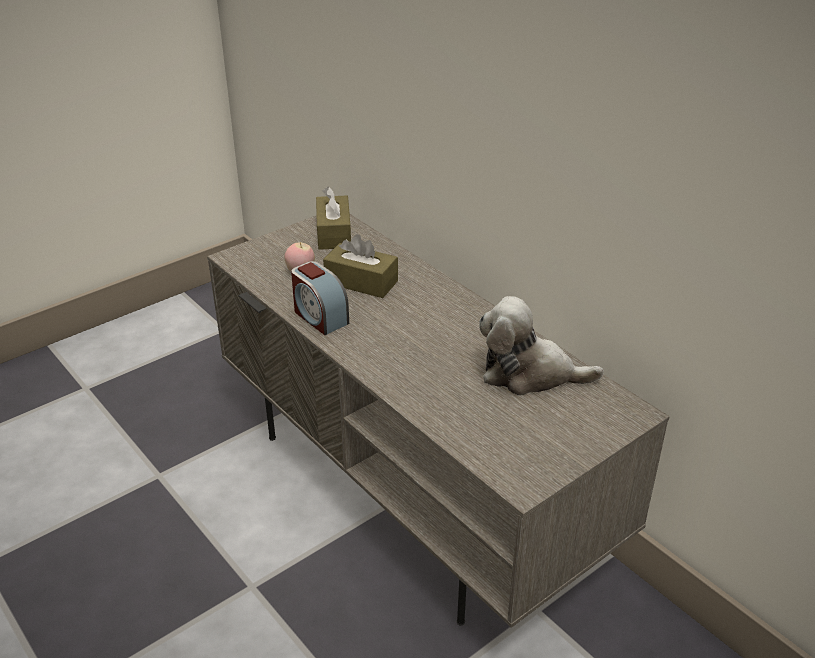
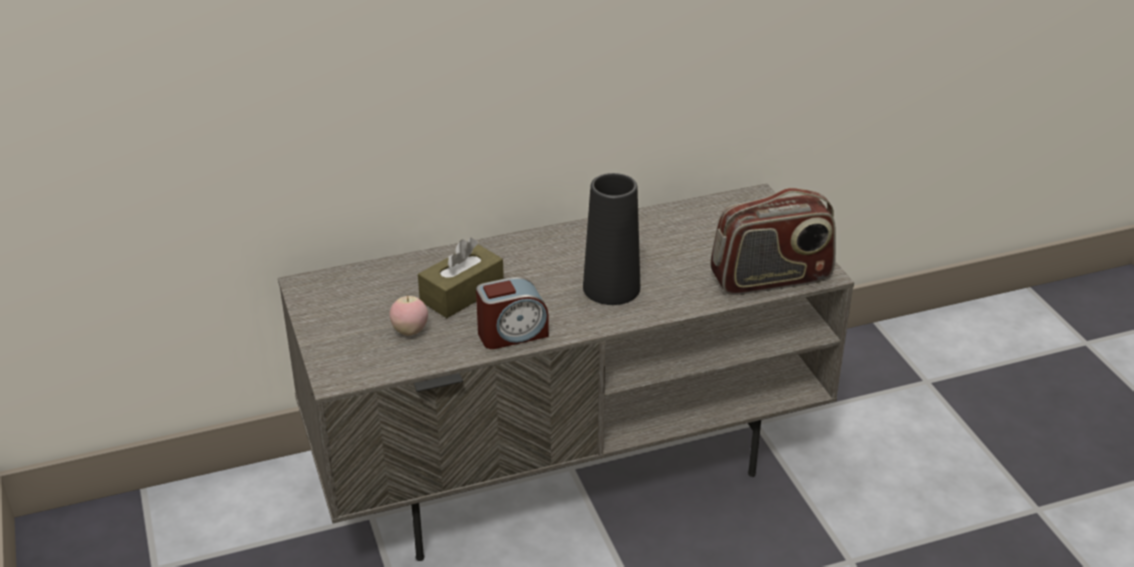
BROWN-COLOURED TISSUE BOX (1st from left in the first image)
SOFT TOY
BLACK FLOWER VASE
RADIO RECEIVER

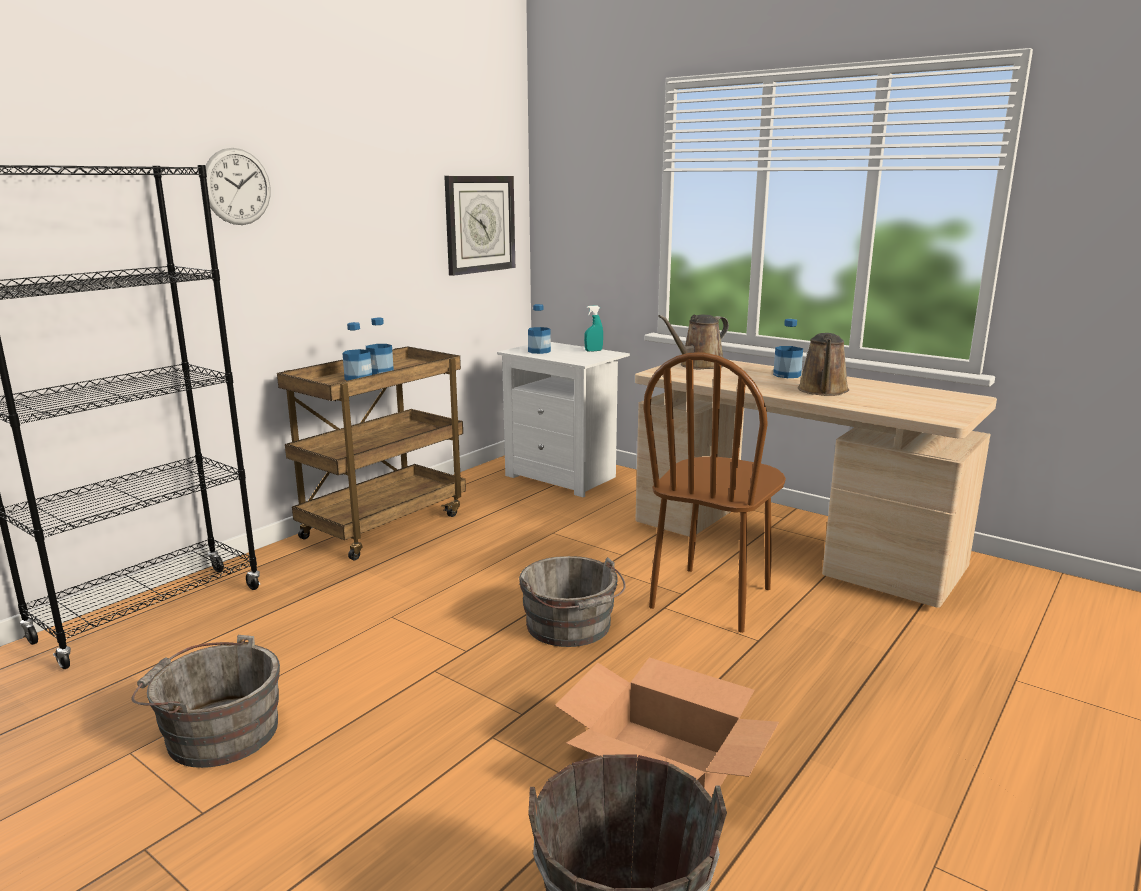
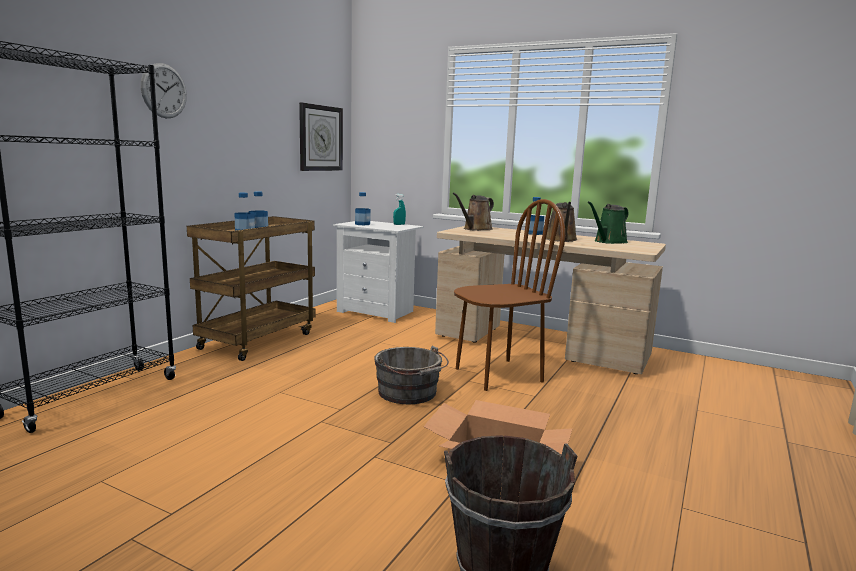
BROWN-COLOURED UPRIGHT CHAIR
GRAY WATER BUCKET (1st from left in the first image)
GREEN-COLOURED WATERING CAN

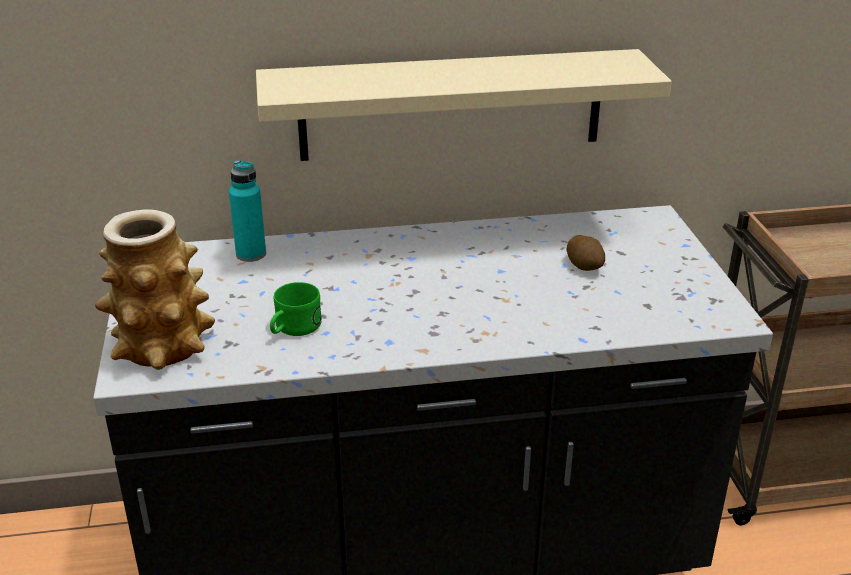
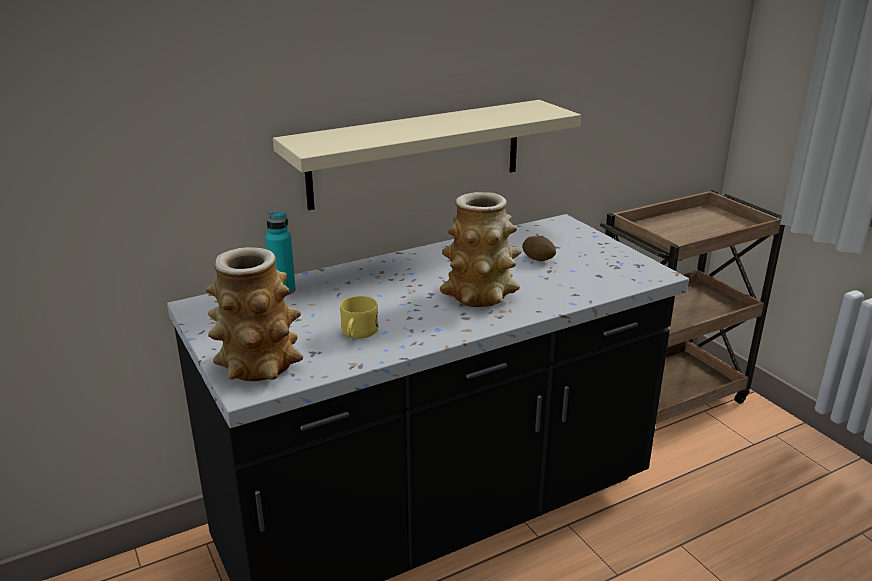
YELLOW-COLOURED MUG
FLOWER VASE (2nd from left)

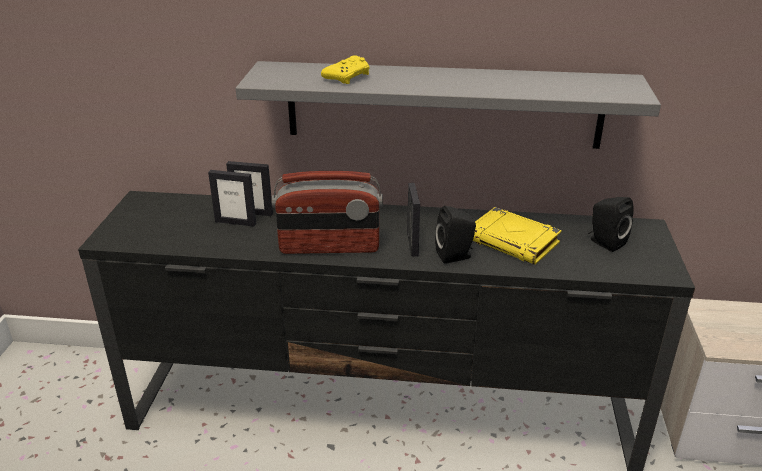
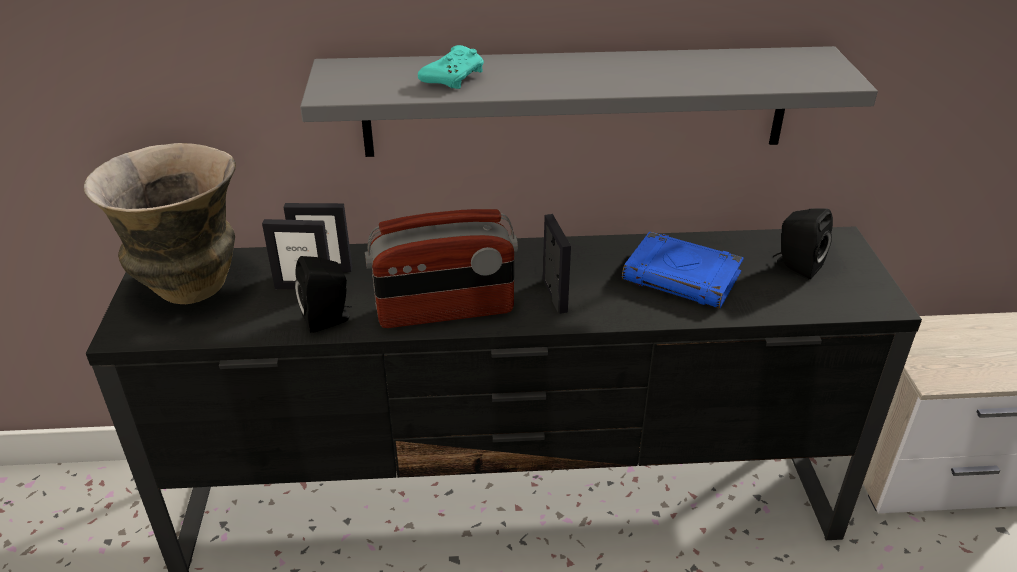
TURQUOISE-COLOURED JOYPAD
BLACK AUDIO SPEAKER (1st from left)
BLUE VOLUME
FLOWER VASE

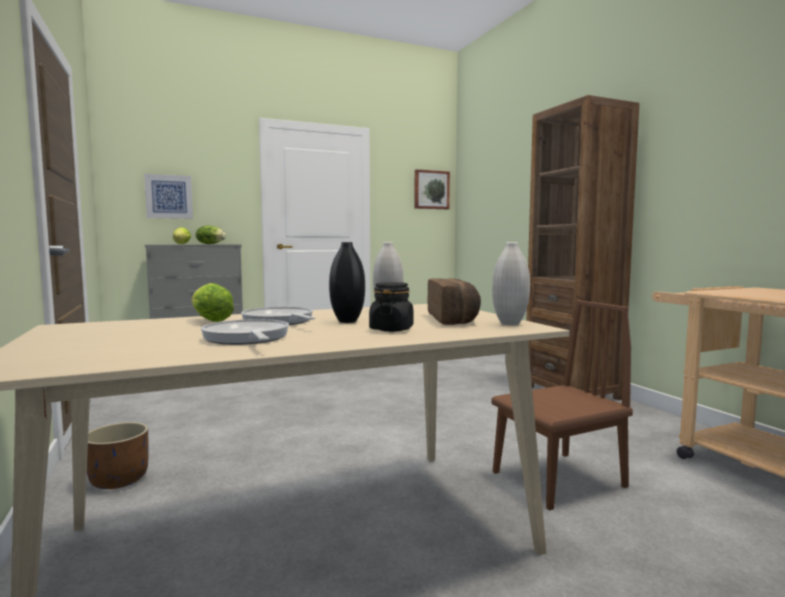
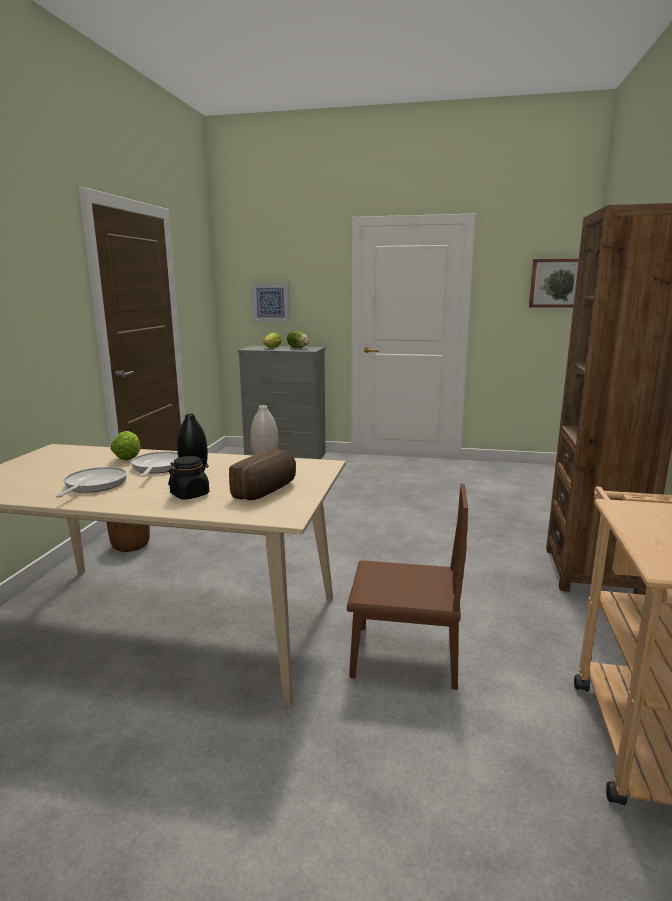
WHITE-COLOURED FLOWER VASE (2nd from left in the first image)

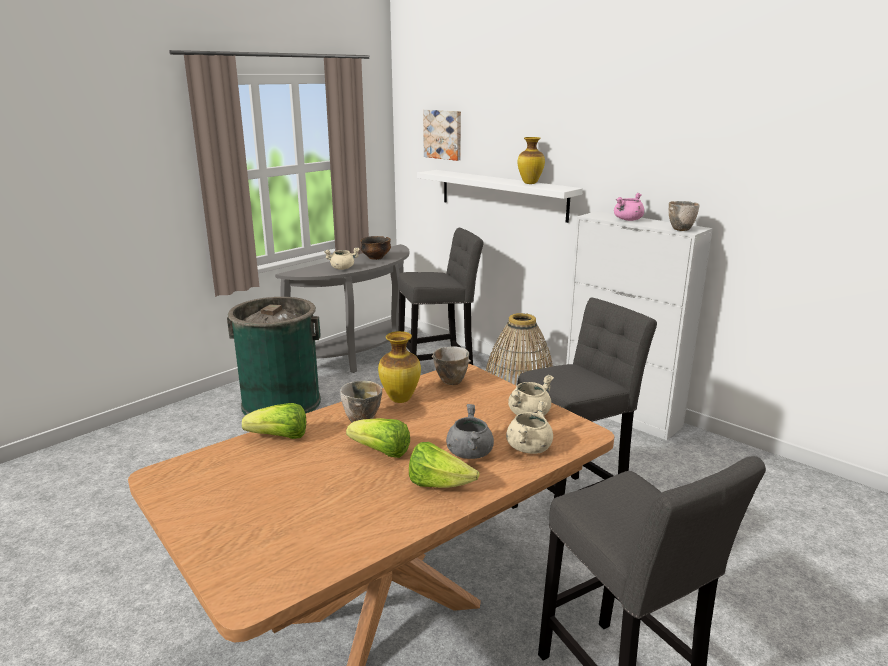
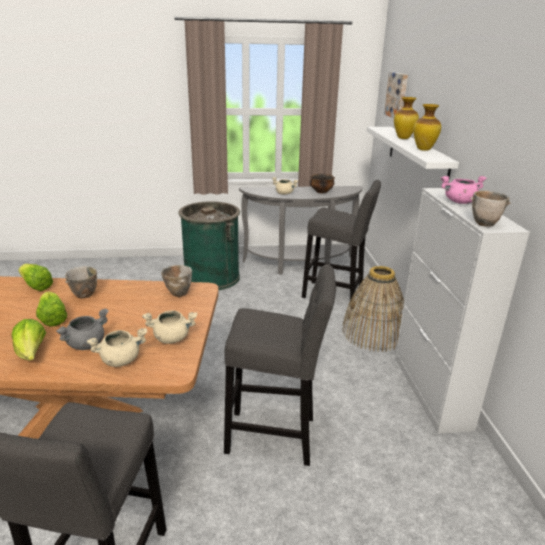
FLOWER VASE (1st from left)

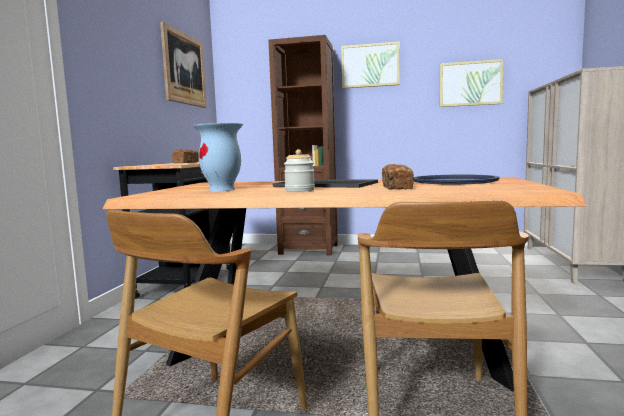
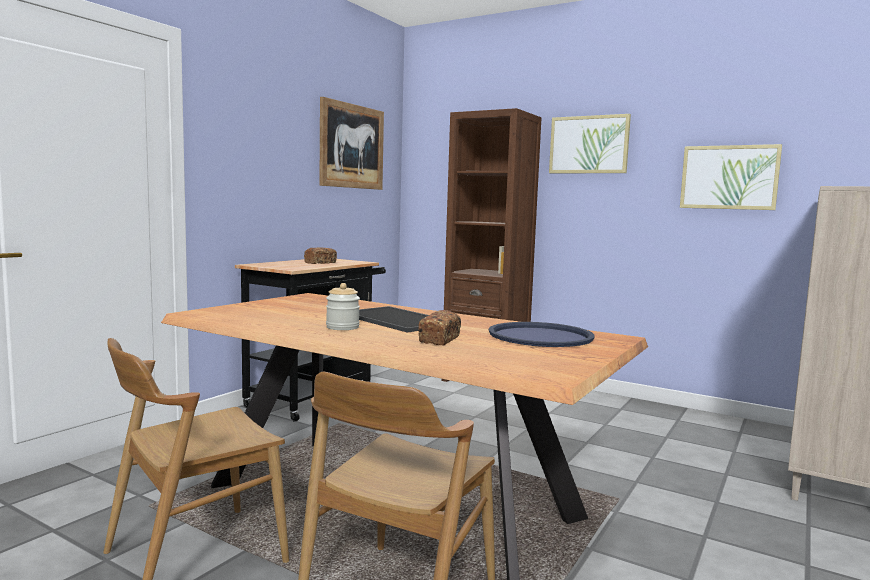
FLOWER VASE

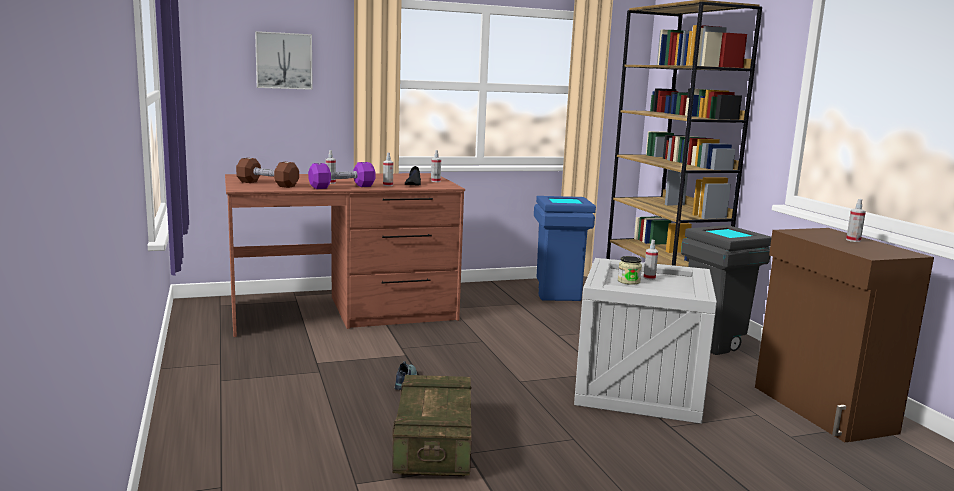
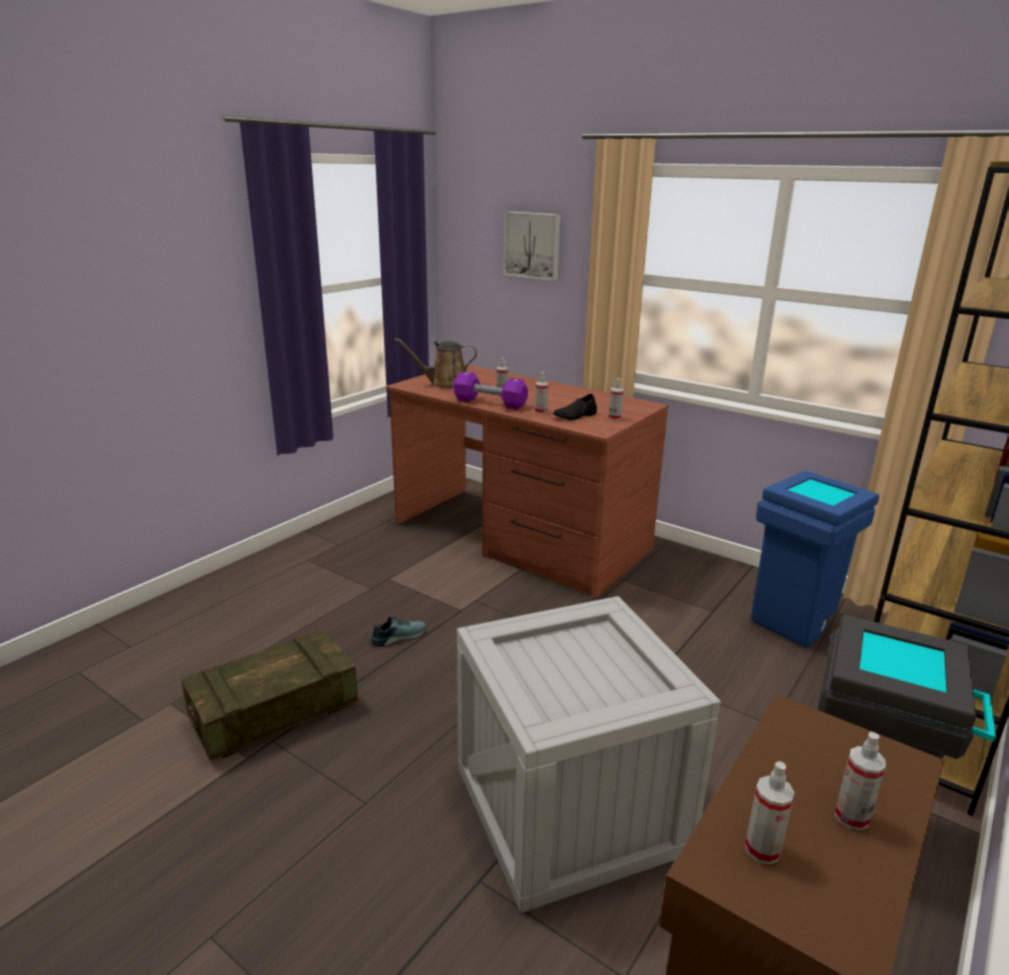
BROWN-COLOURED WATERING CAN
HAND SPRAYER (4th from left)
JAR

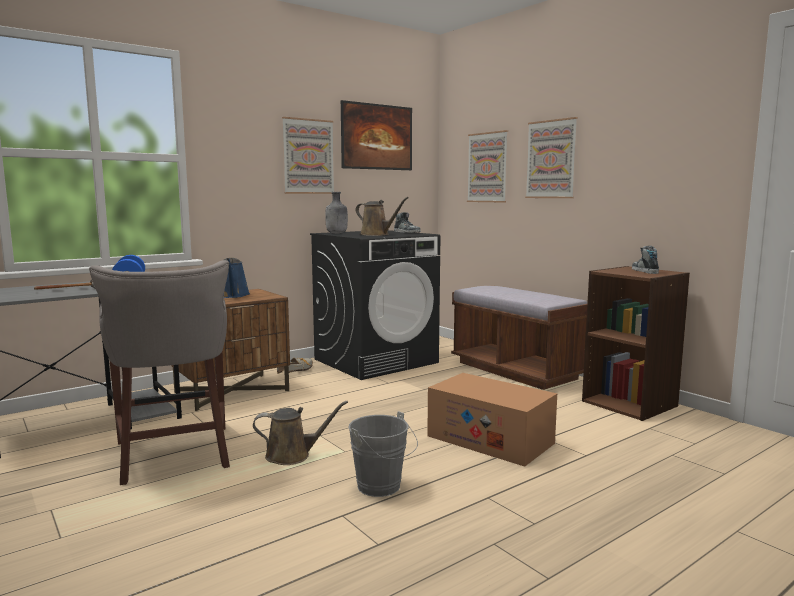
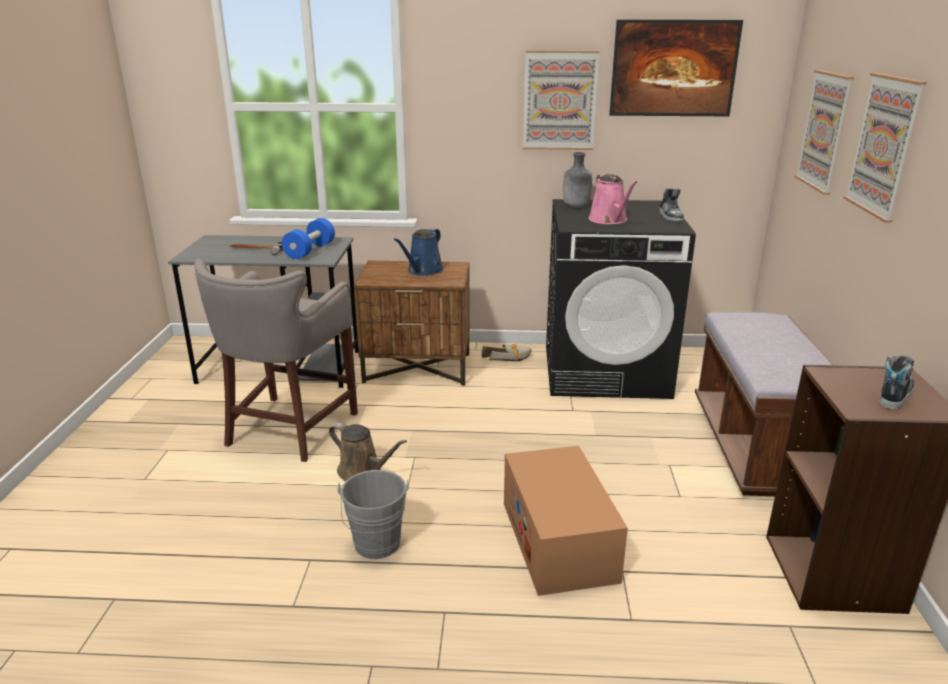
PINK WATERING CAN

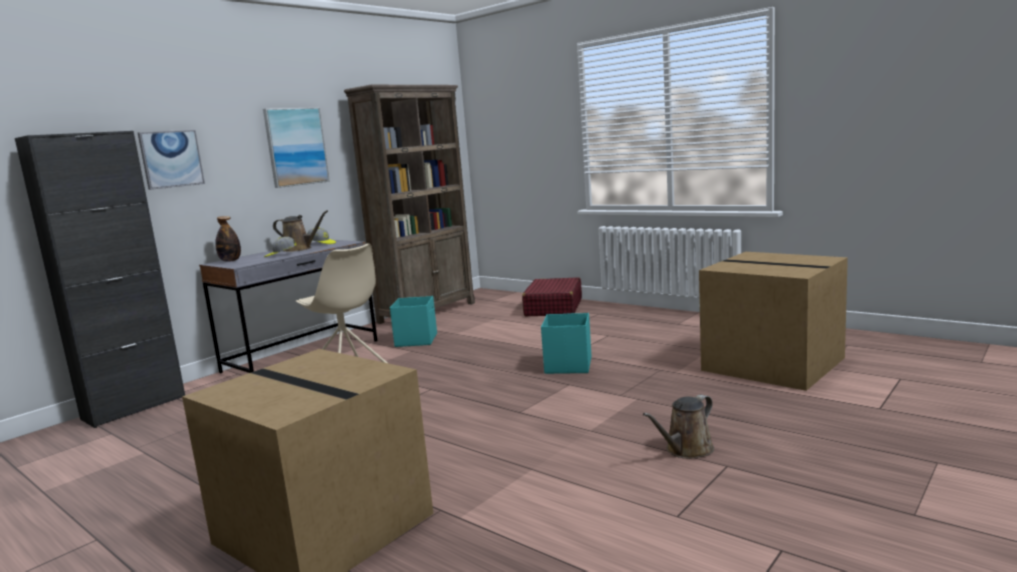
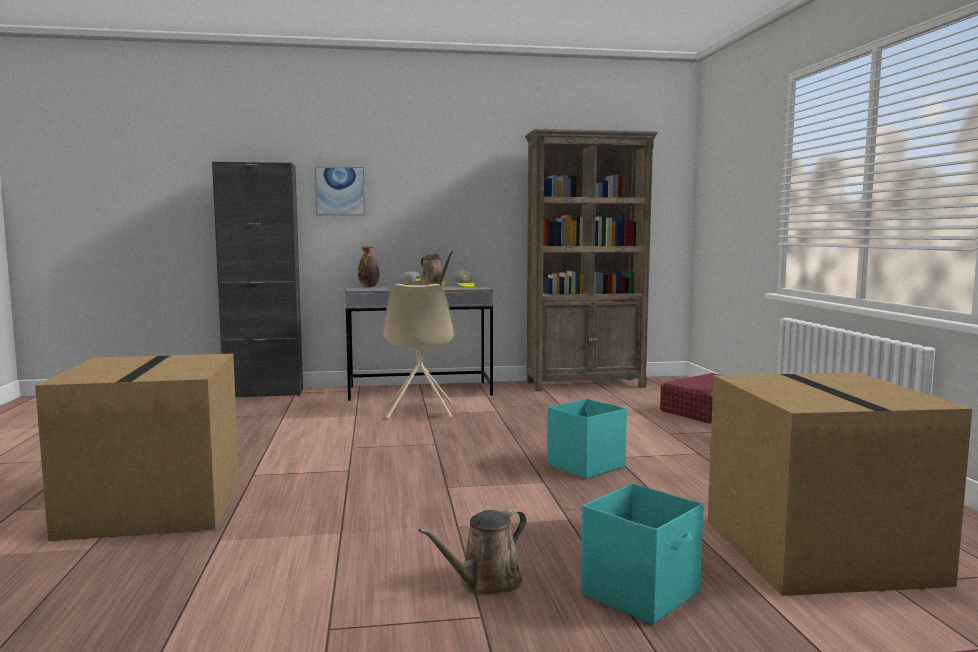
PICTURE (2nd from left in the first image)
TURQUOISE-COLOURED STORAGE BIN (2nd from left)
BROWN-COLOURED WATERING CAN (2nd from left)

